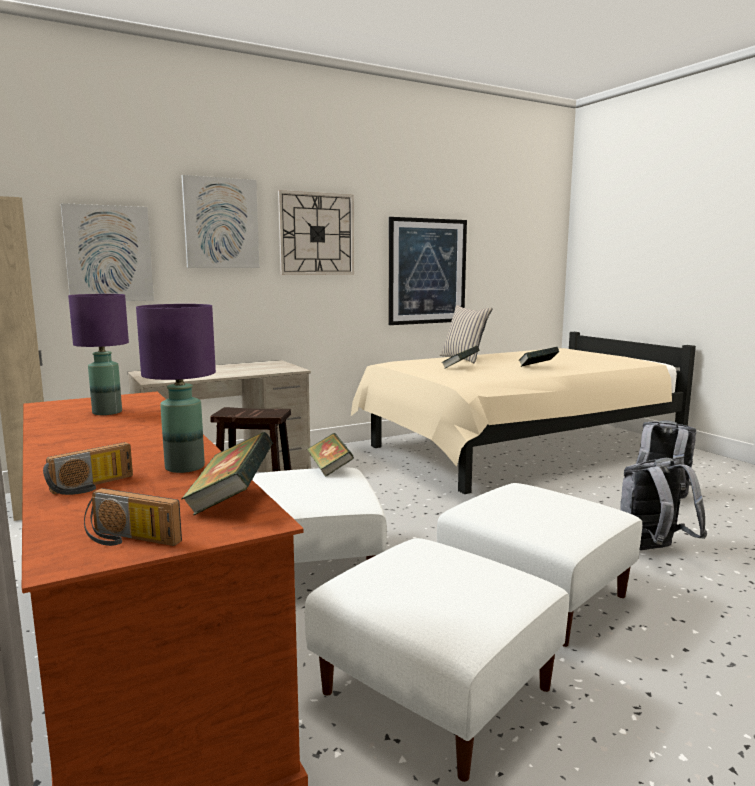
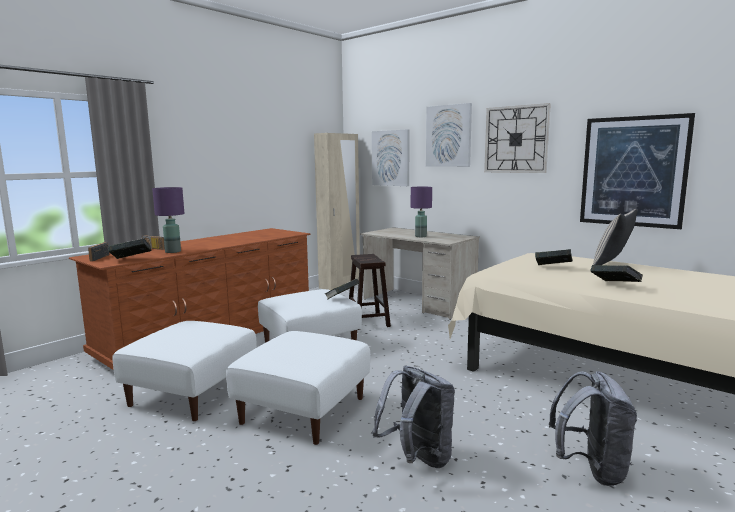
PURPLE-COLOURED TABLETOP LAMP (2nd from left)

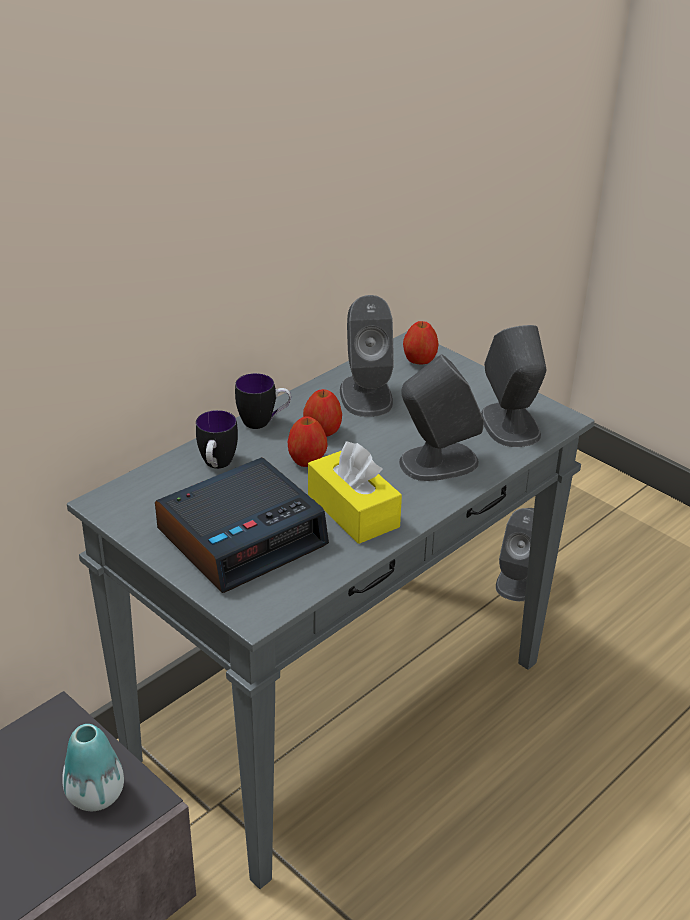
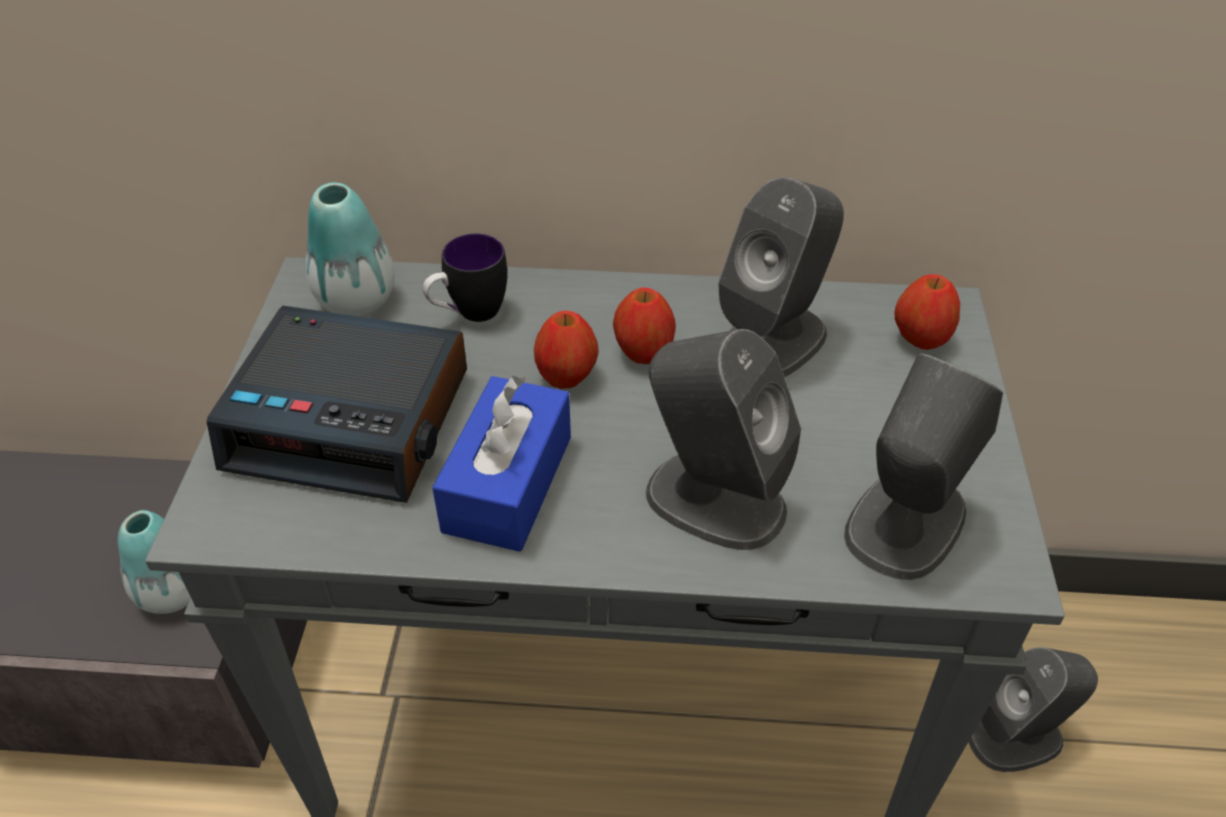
MUG (2nd from left in the first image)
BLUE TISSUE BOX
FLOWER VASE (2nd from left)

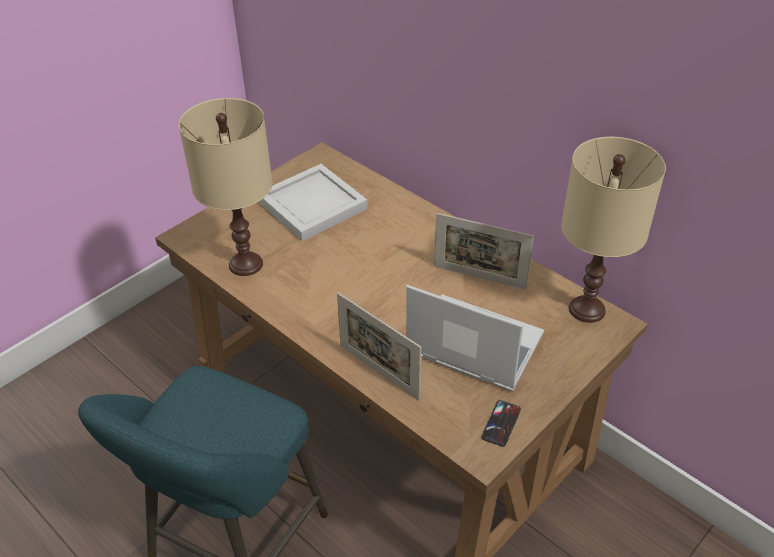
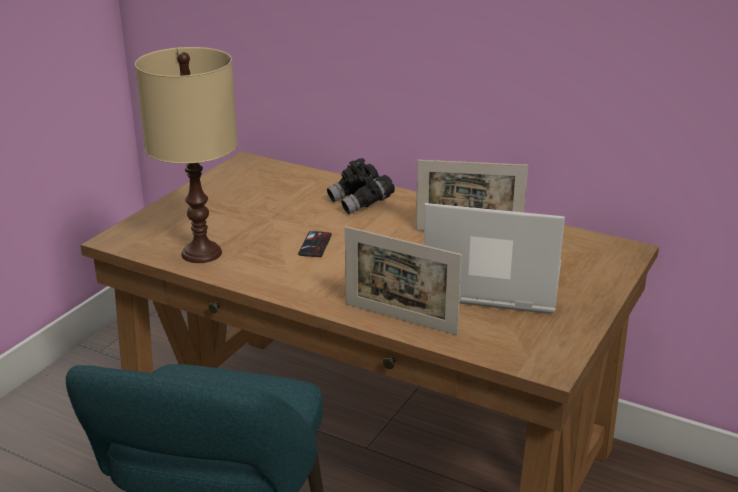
SAND-COLOURED TABLETOP LAMP (2nd from left in the first image)
WHITE-COLOURED CARRYING TRAY
TELEPHONE
BLACK FIELD GLASSES

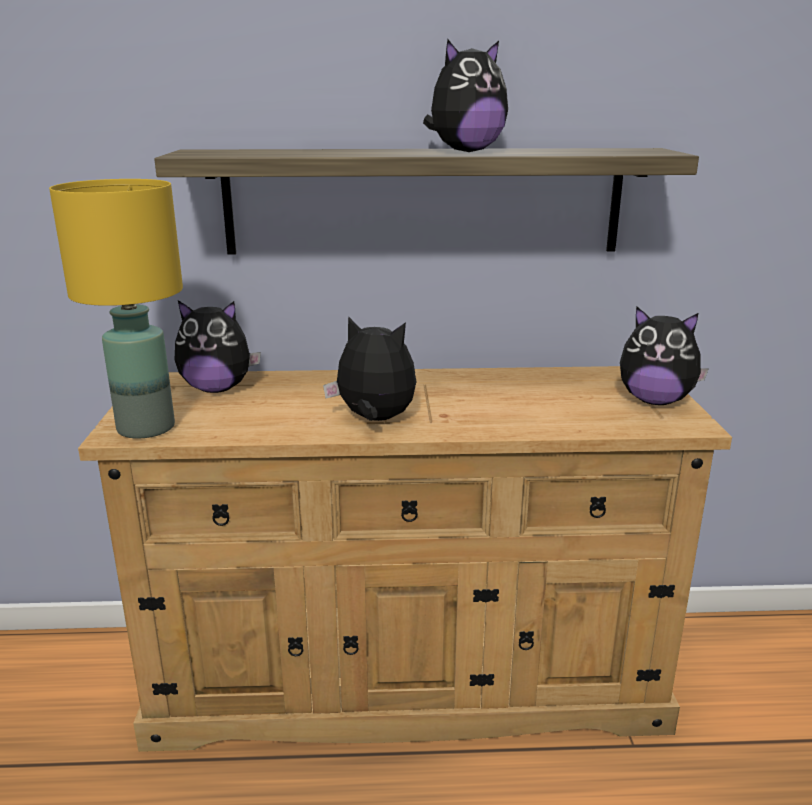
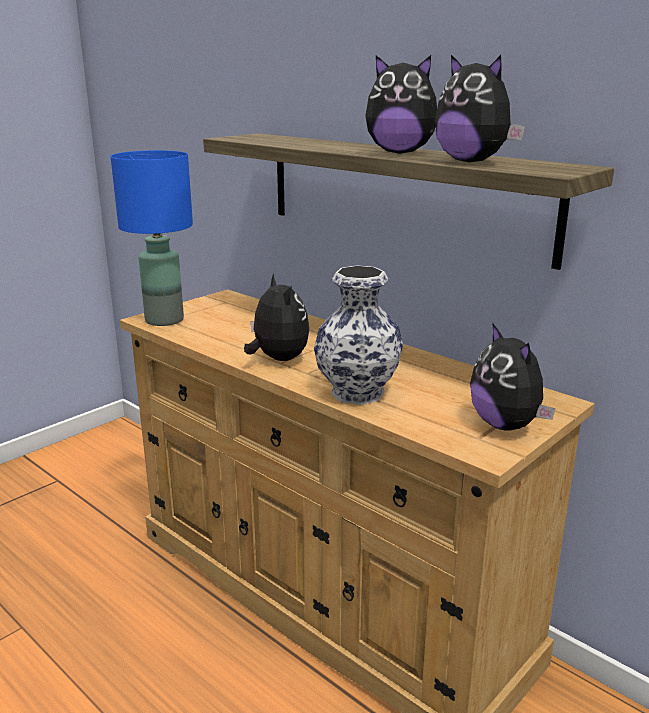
BLUE TABLETOP LAMP
SOFT TOY (3rd from left)
FLOWER VASE

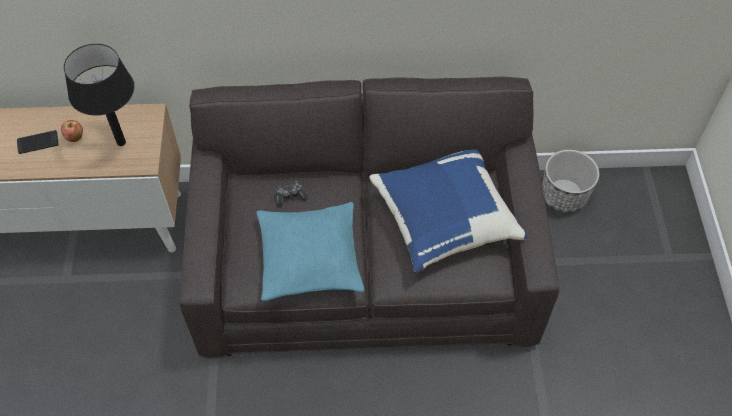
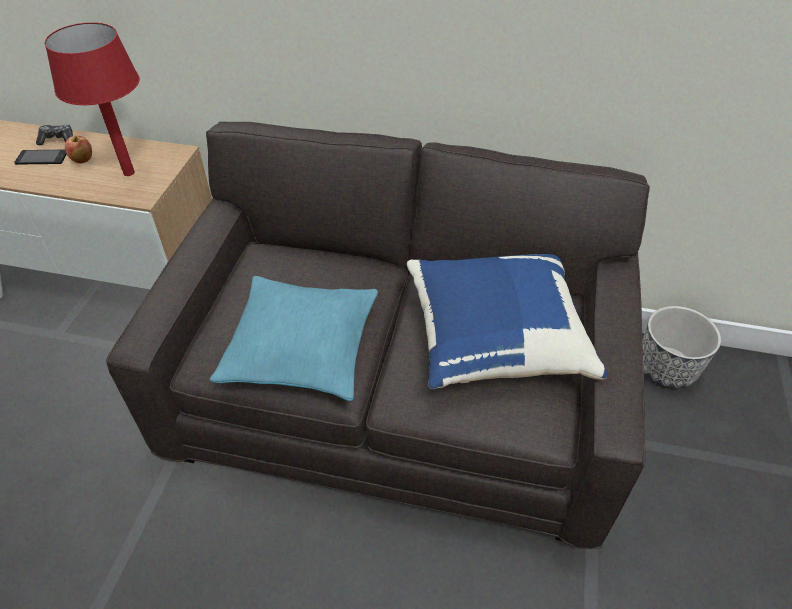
RED TABLETOP LAMP
JOYPAD

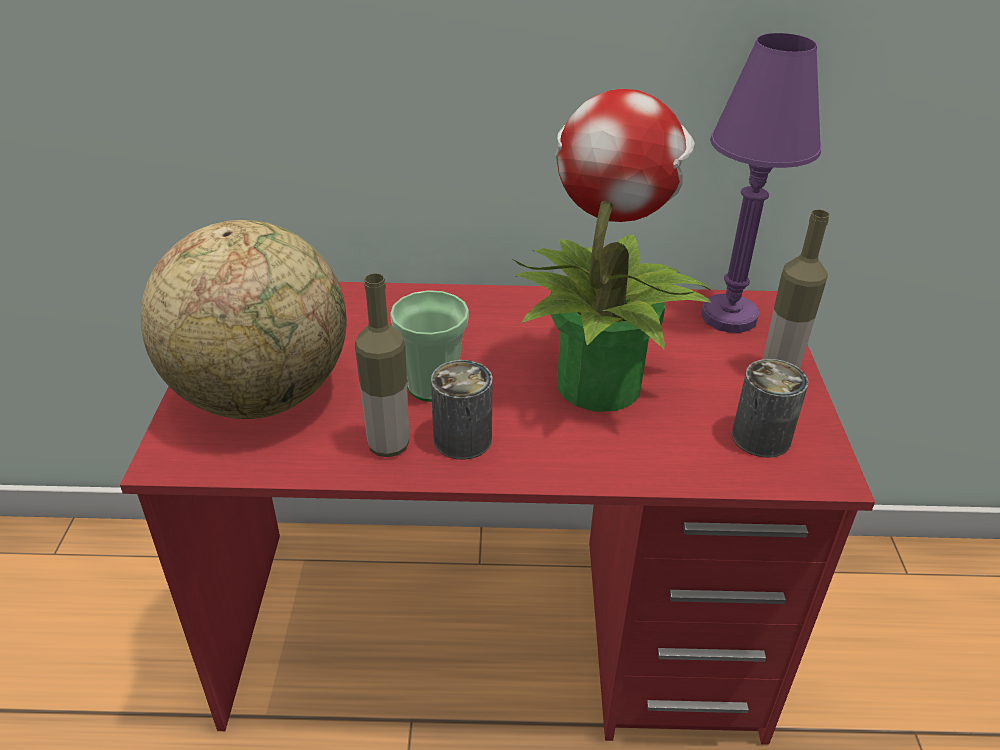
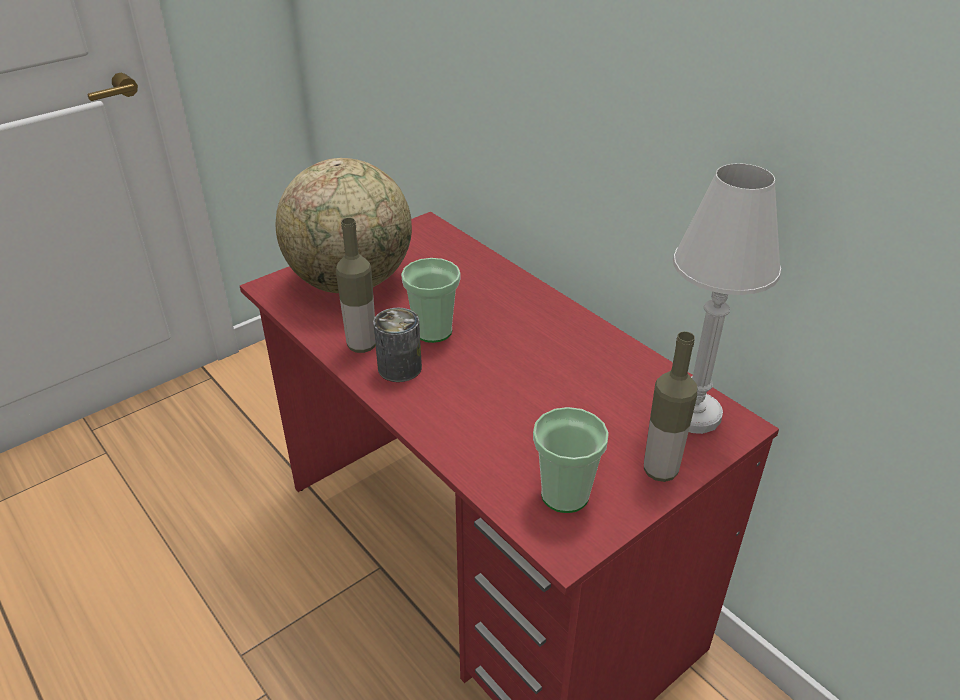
WHITE-COLOURED TABLETOP LAMP
PLANT IN A POT
SMALL CUP (2nd from left)

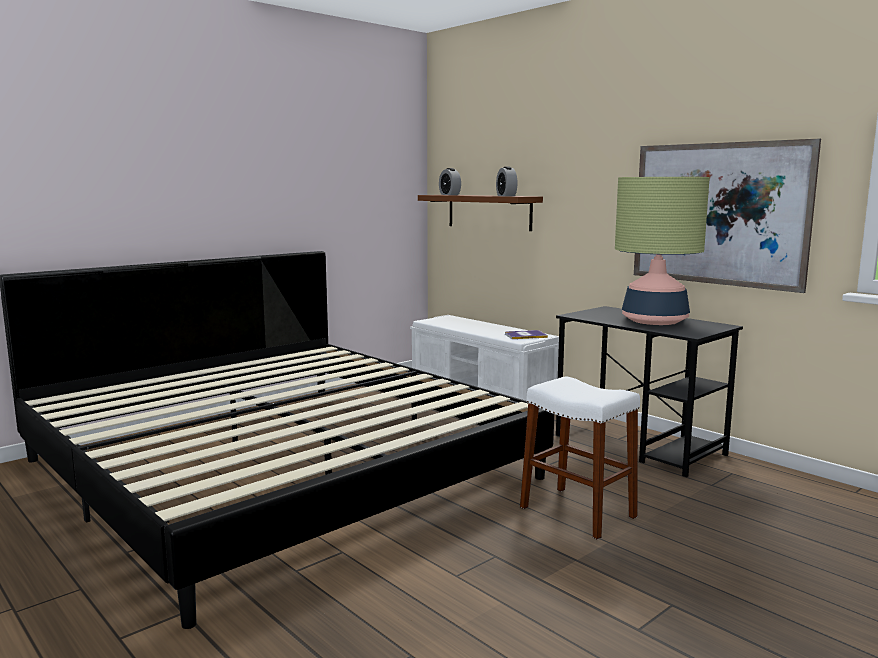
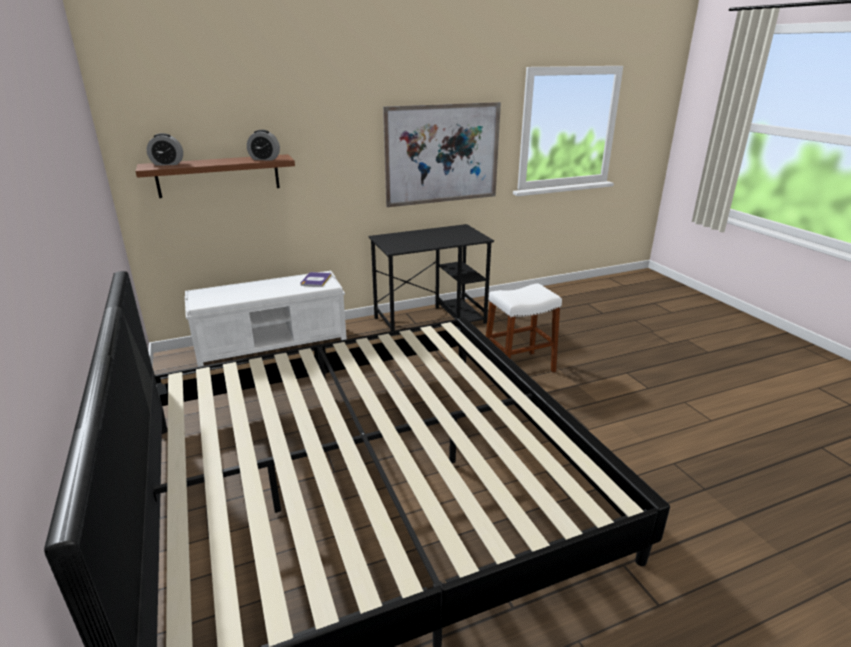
TABLETOP LAMP

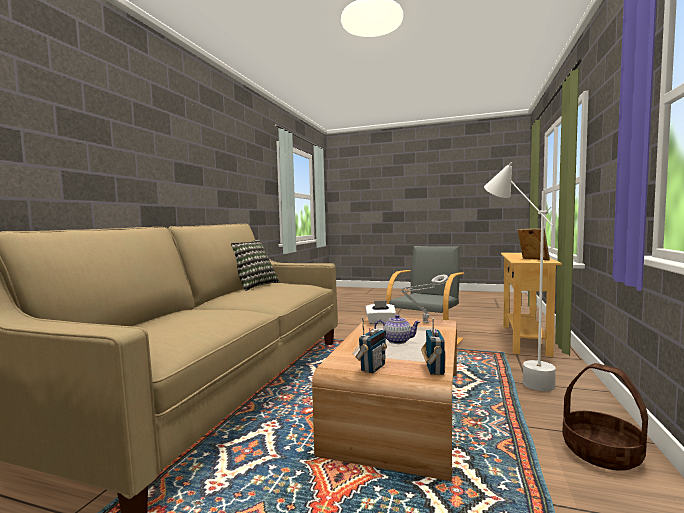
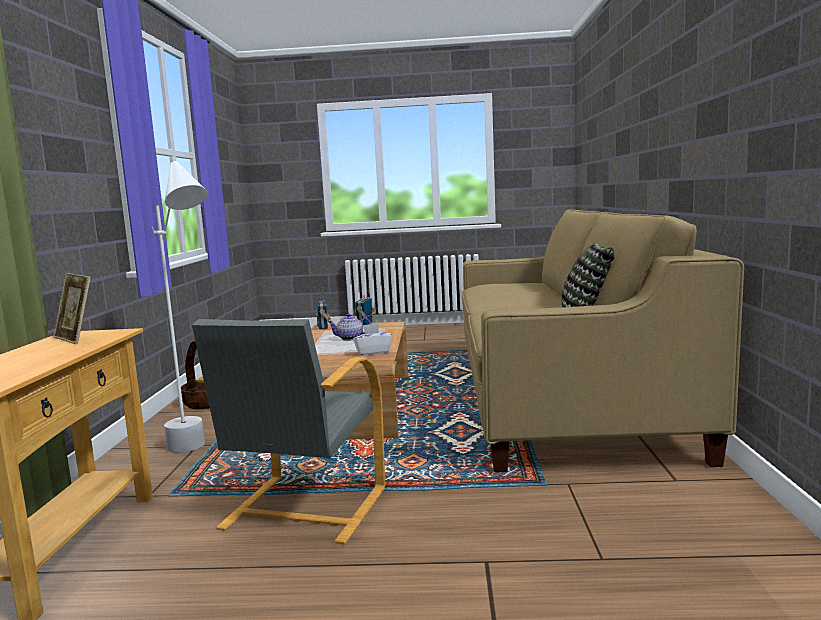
GRAY TABLETOP LAMP

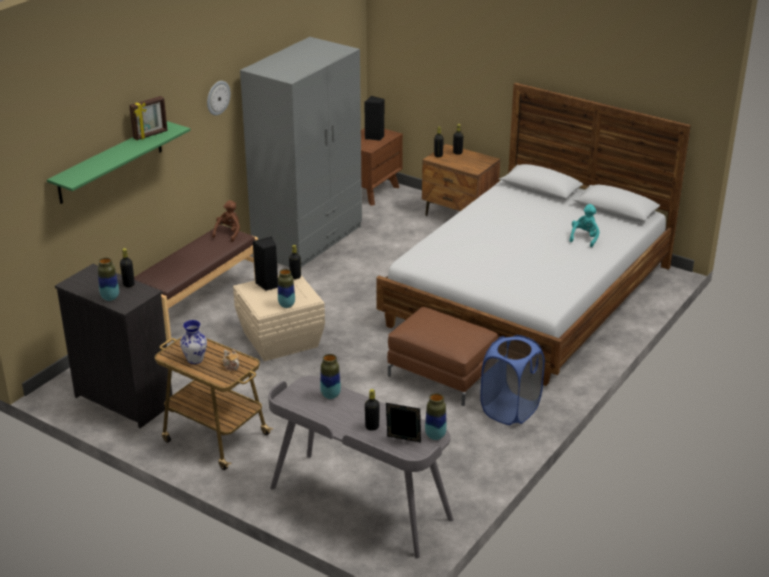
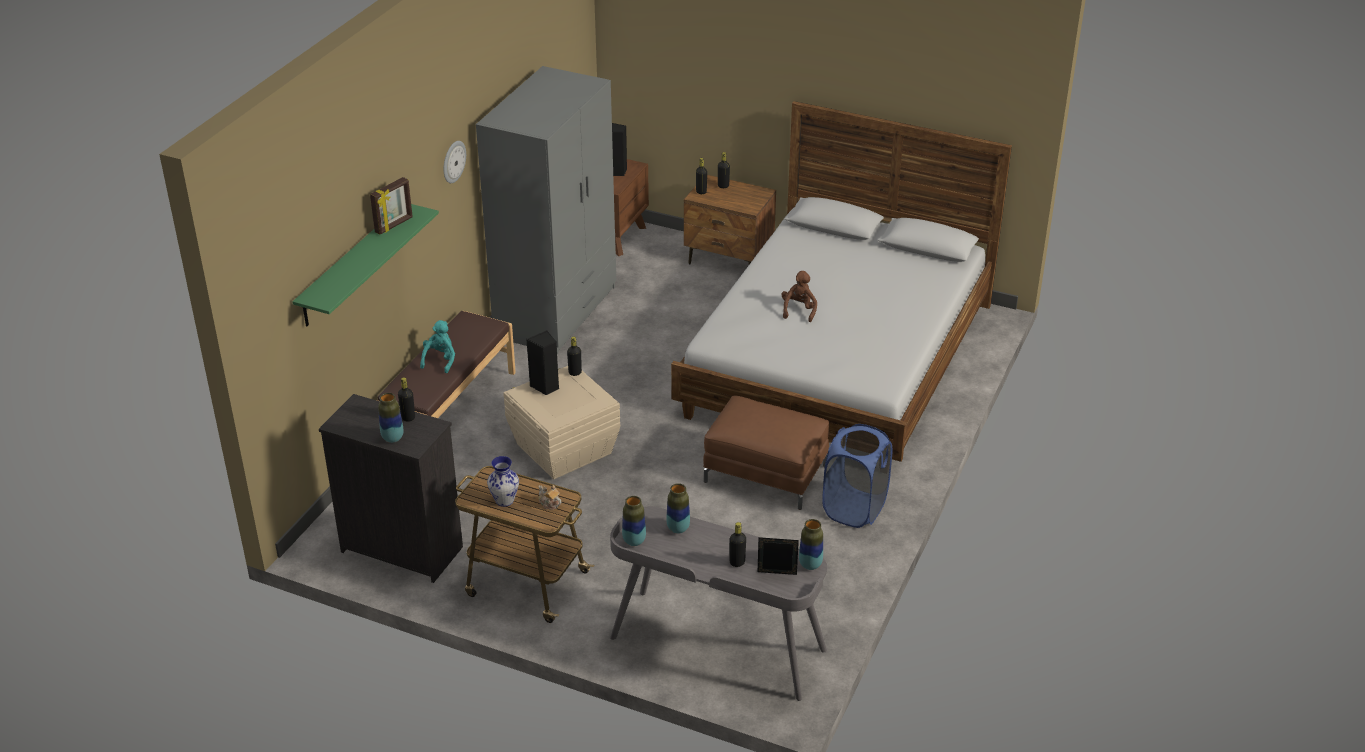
BROWN-COLOURED SOFT TOY
TURQUOISE-COLOURED SOFT TOY
FLOWER VASE (3rd from left)

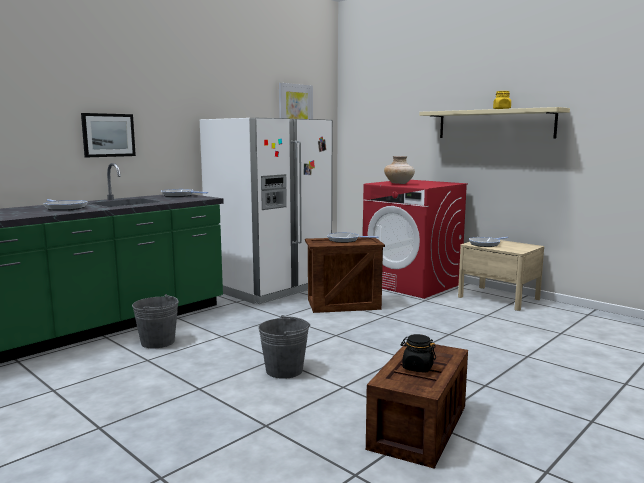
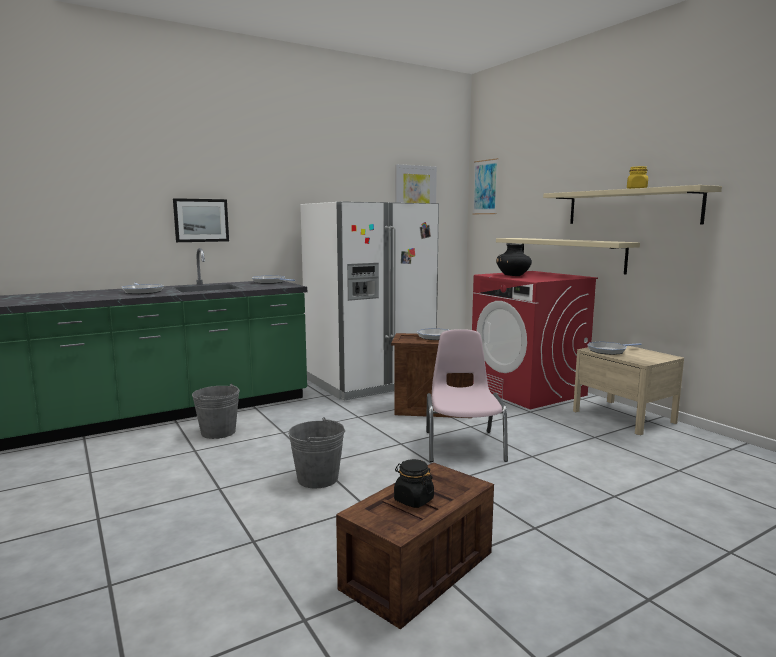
BLACK FLOWER VASE
PICTURE (3rd from left)
SAND-COLOURED SHELF (1st from left)
PINK UPRIGHT CHAIR

